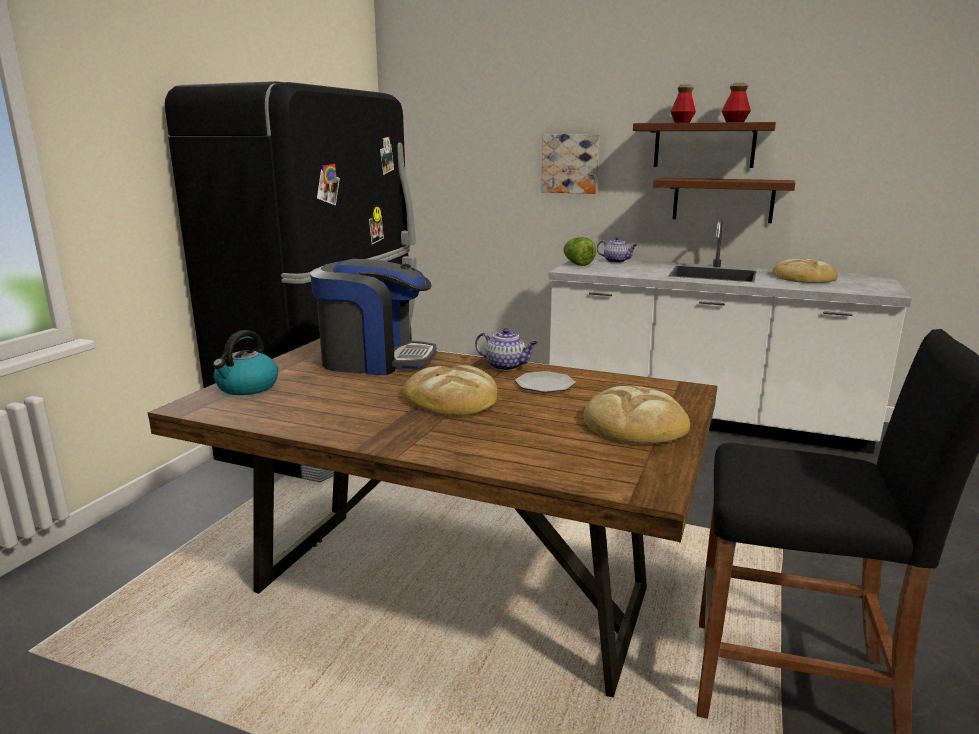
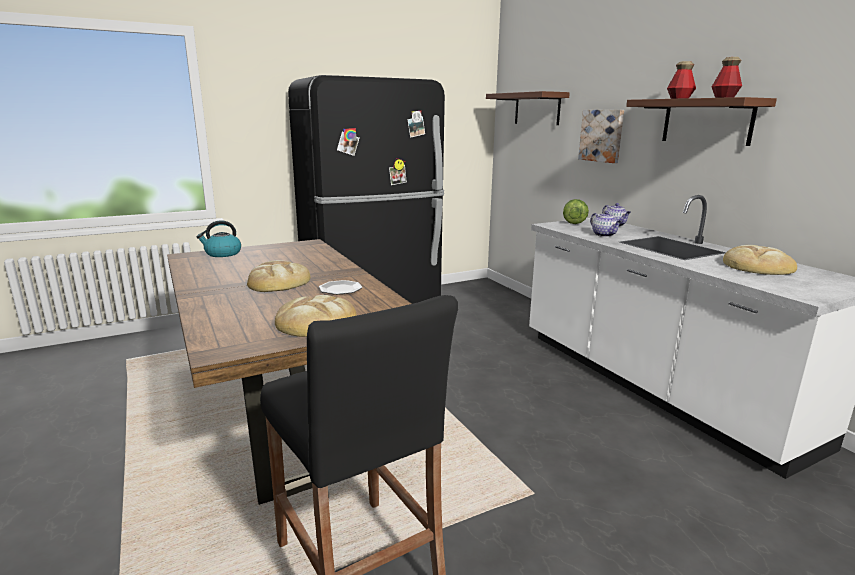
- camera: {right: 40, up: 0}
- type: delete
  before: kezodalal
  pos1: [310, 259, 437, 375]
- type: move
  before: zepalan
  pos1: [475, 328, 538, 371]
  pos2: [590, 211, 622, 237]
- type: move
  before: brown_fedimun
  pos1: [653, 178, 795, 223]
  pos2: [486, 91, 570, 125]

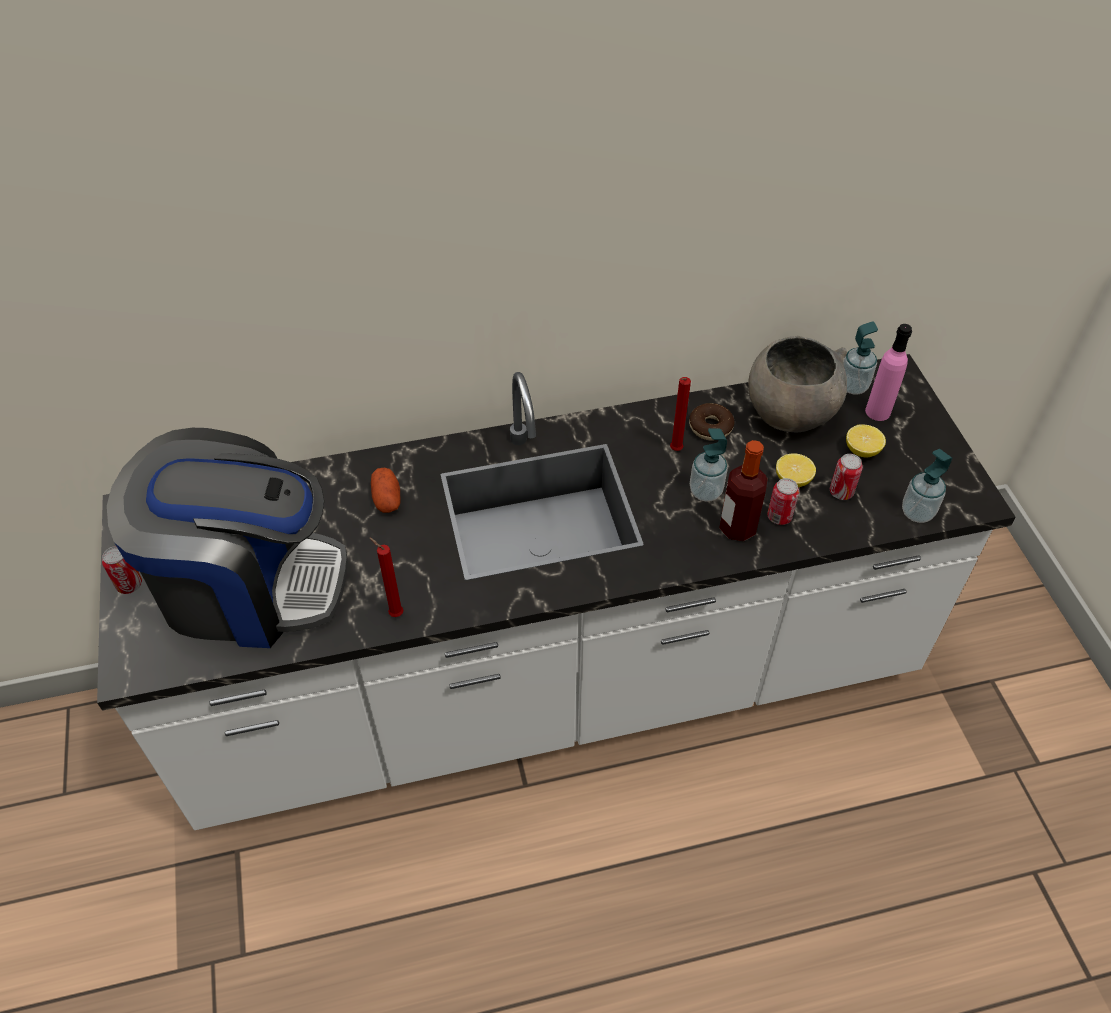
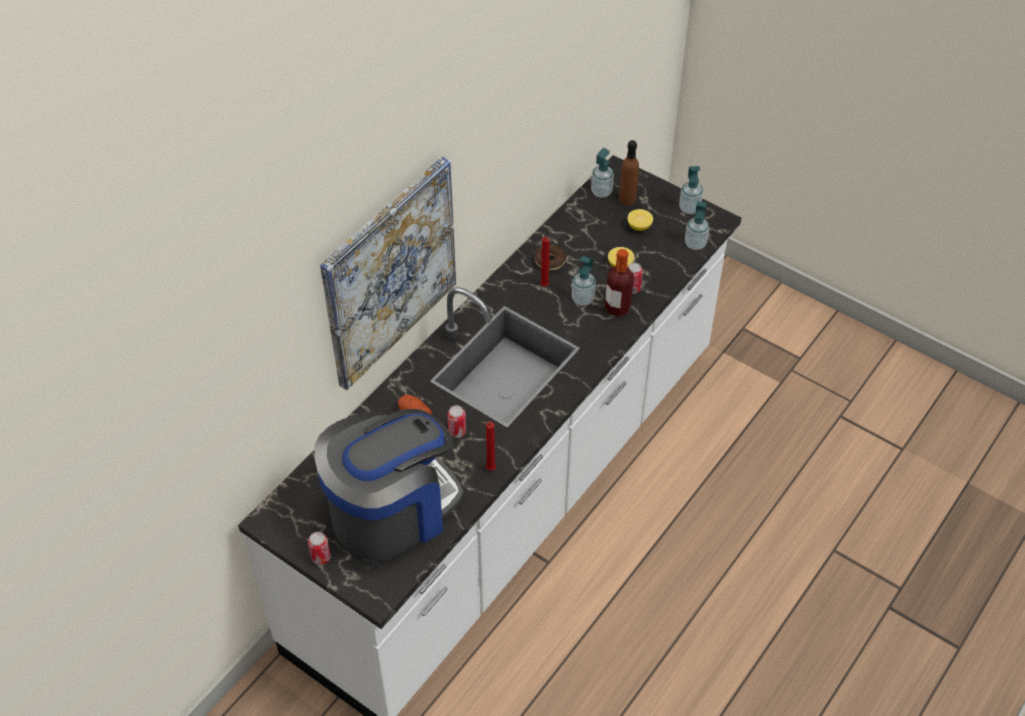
- camera: {right: -40, up: 0}
- type: delete
  before: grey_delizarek
  pos1: [748, 336, 847, 432]
- type: move
  before: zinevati
  pos1: [830, 454, 863, 500]
  pos2: [447, 405, 466, 438]
- type: recolor
  before: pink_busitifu
  after: brown_busitifu
  pos1: [865, 324, 912, 421]
  pos2: [619, 140, 639, 206]
- type: insert
  after: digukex
  pos2: [320, 157, 456, 390]
- type: insert
  after: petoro
  pos2: [679, 166, 703, 214]

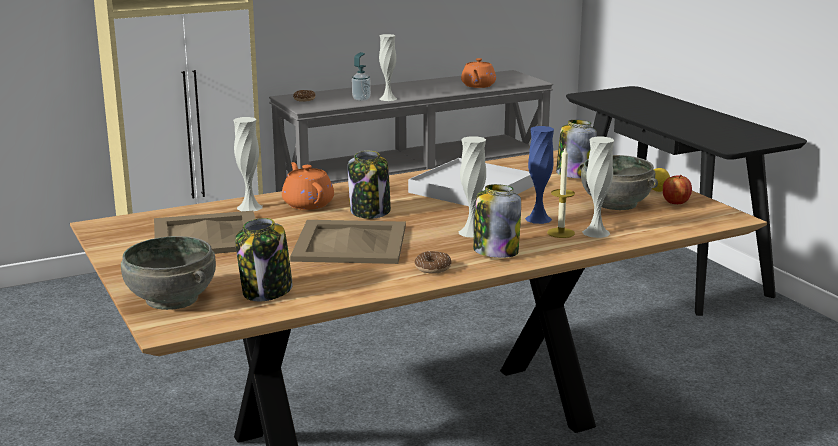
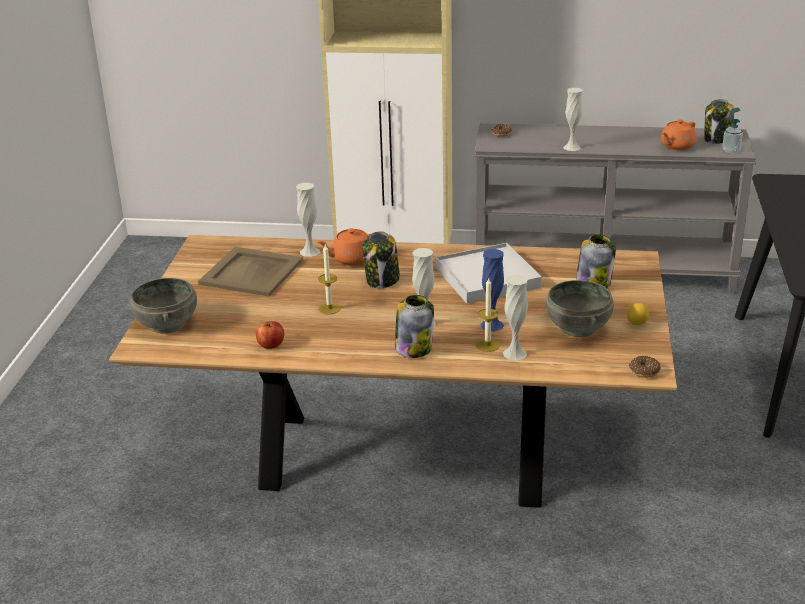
- camera: {right: 35, up: 10}
- type: move
  before: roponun
  pos1: [235, 218, 293, 301]
  pos2: [704, 99, 734, 144]
- type: rotate
  before: orange_zepalan
  pos1: [282, 162, 334, 210]
  pos2: [317, 228, 370, 266]
  turn: -120
- type: replace
  before: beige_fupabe
  after: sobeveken
  pos1: [290, 220, 406, 264]
  pos2: [318, 245, 341, 314]
- type: move
  before: petoro
  pos1: [352, 52, 371, 101]
  pos2: [723, 107, 743, 153]
- type: move
  before: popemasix
  pos1: [415, 251, 452, 274]
  pos2: [629, 356, 661, 378]
- type: move
  before: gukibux
  pos1: [663, 175, 692, 204]
  pos2: [256, 321, 284, 349]

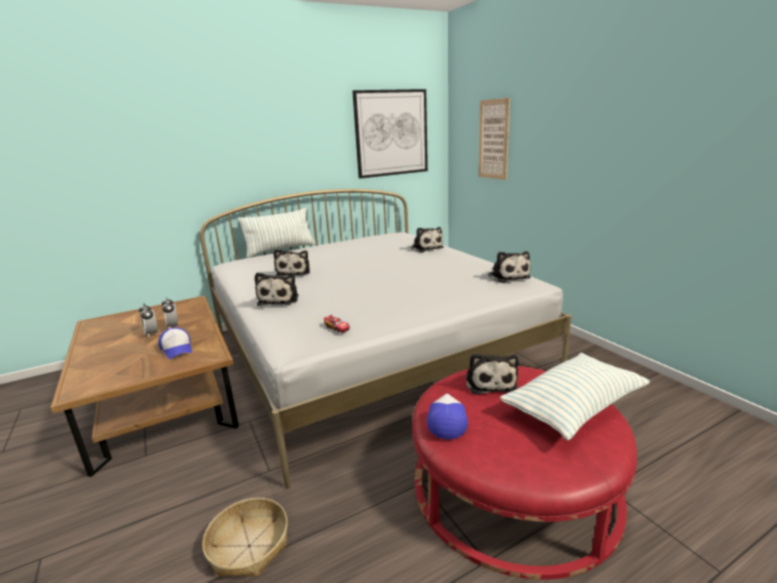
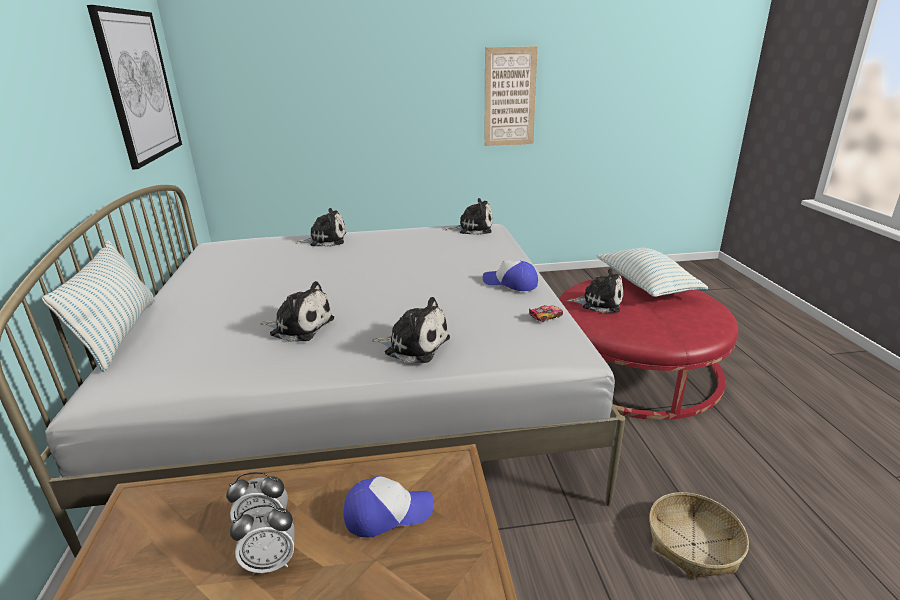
- camera: {right: -70, up: 5}
- type: move
  before: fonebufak
  pos1: [427, 394, 468, 439]
  pos2: [483, 260, 538, 291]
- type: move
  before: digukex
  pos1: [479, 97, 510, 180]
  pos2: [484, 46, 538, 146]

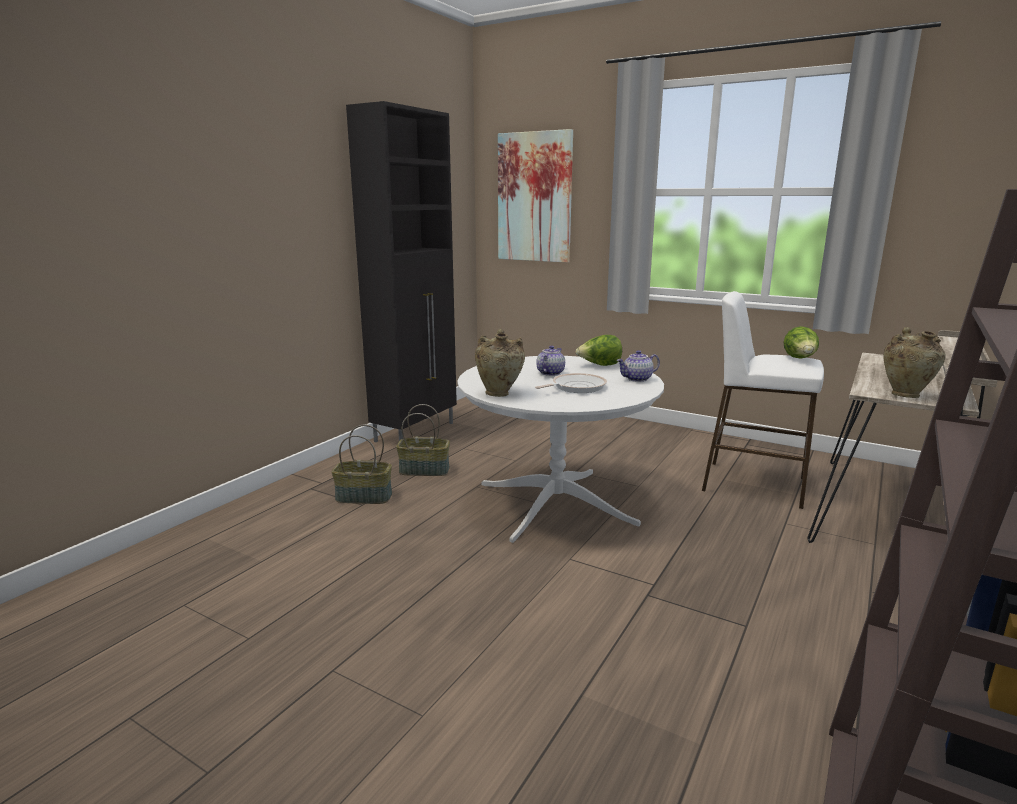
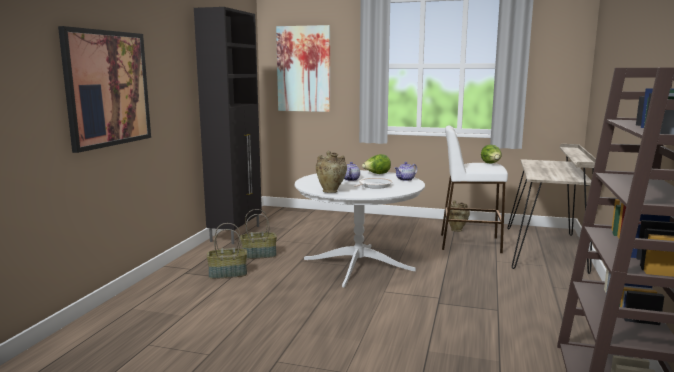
- camera: {right: -15, up: -5}
- type: move
  before: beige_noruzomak
  pos1: [883, 327, 946, 398]
  pos2: [447, 200, 470, 232]
- type: insert
  after: digukex
  pos2: [58, 26, 151, 153]

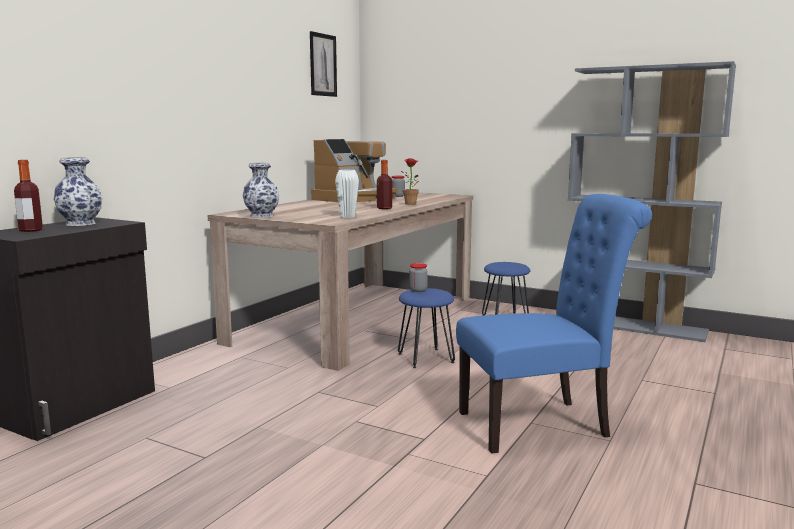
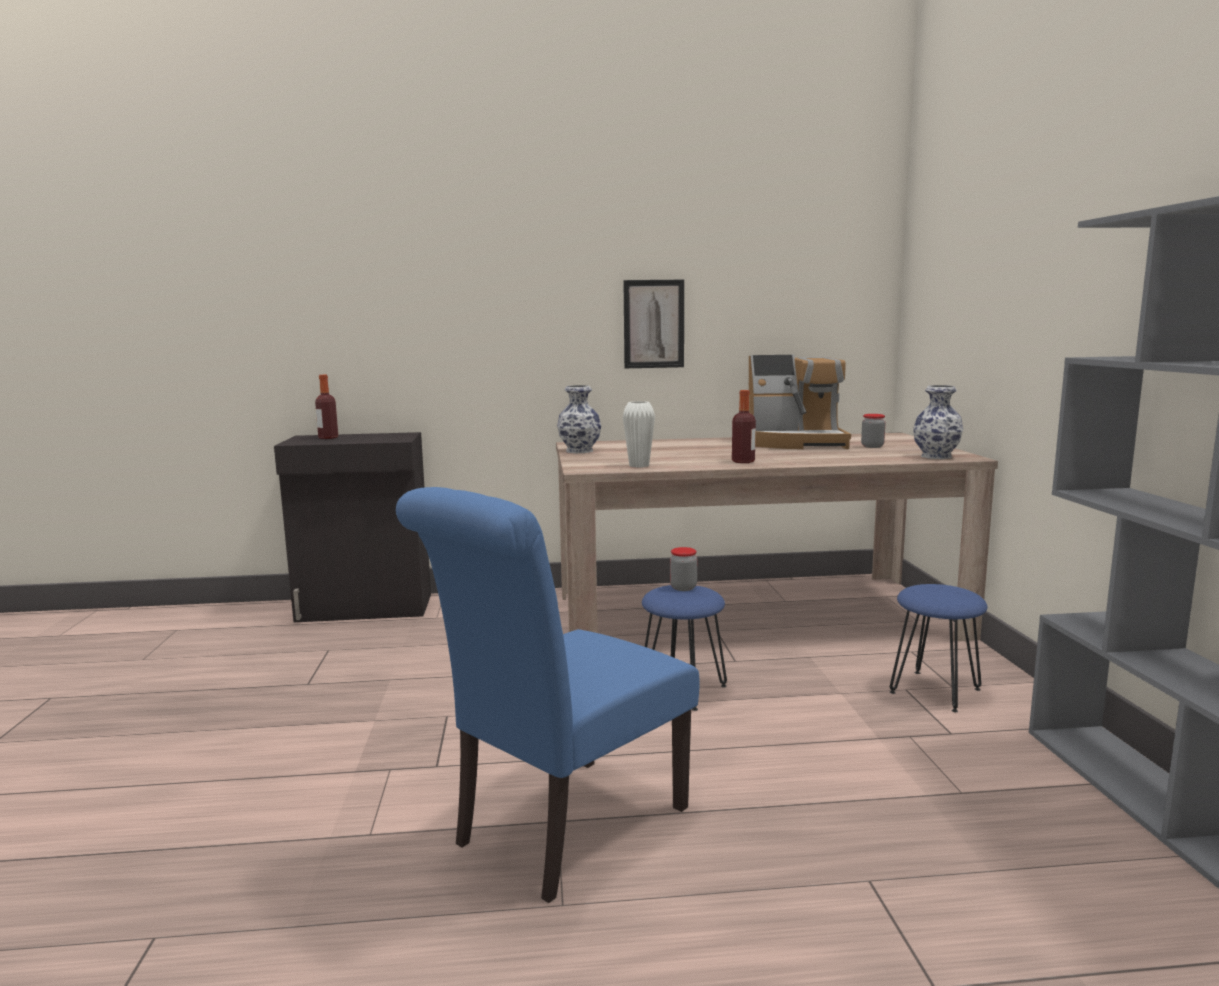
- camera: {right: 55, up: 0}
- type: move
  before: noruzomak
  pos1: [54, 157, 103, 226]
  pos2: [913, 385, 963, 459]
- type: move
  before: digukex
  pos1: [310, 31, 337, 97]
  pos2: [623, 280, 684, 368]
- type: delete
  before: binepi
  pos1: [401, 158, 419, 205]
- type: rotate
  before: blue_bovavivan
  pos1: [456, 194, 652, 454]
  pos2: [396, 487, 700, 903]
  turn: 90

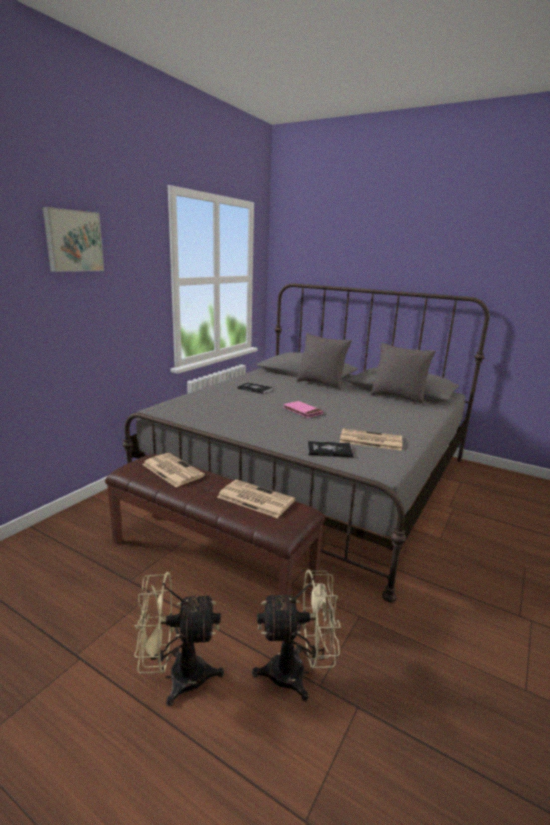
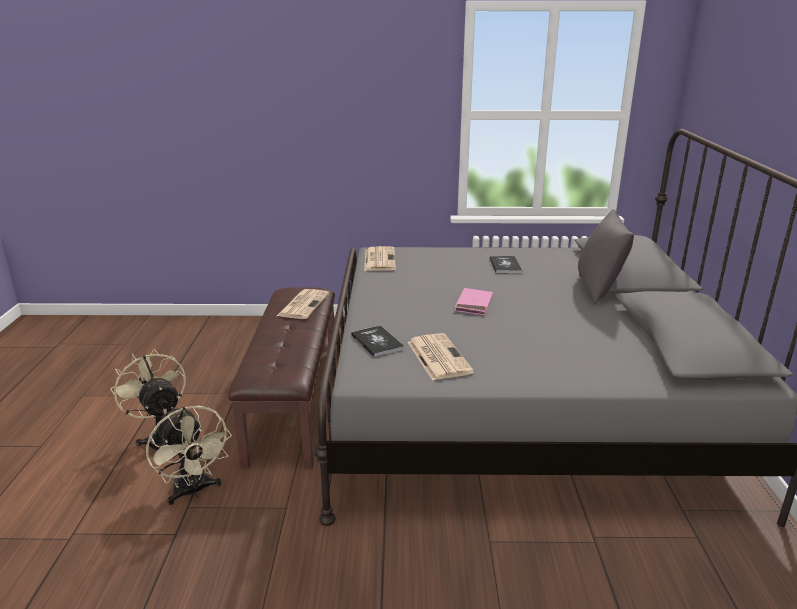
- camera: {right: 60, up: 5}
- type: delete
  before: digukex
  pos1: [43, 207, 104, 272]
- type: move
  before: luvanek
  pos1: [217, 480, 295, 518]
  pos2: [364, 246, 396, 271]
- type: delete
  before: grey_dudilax
  pos1: [370, 342, 436, 405]

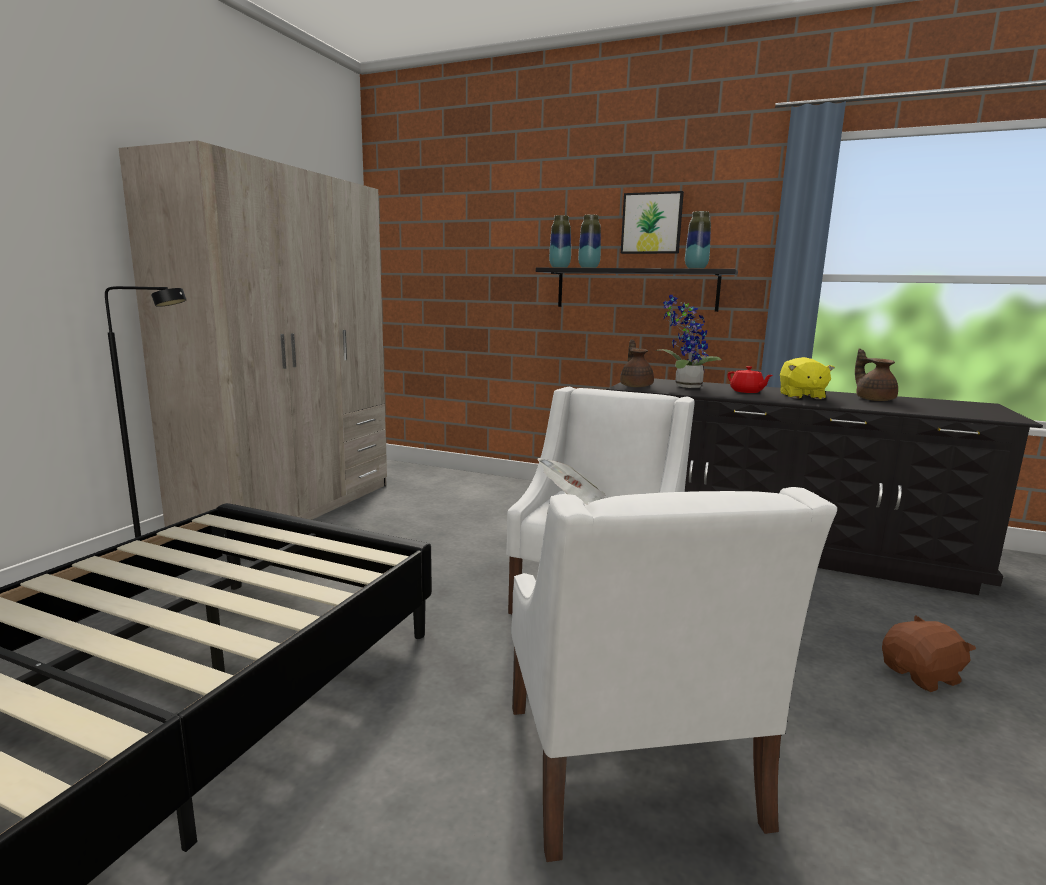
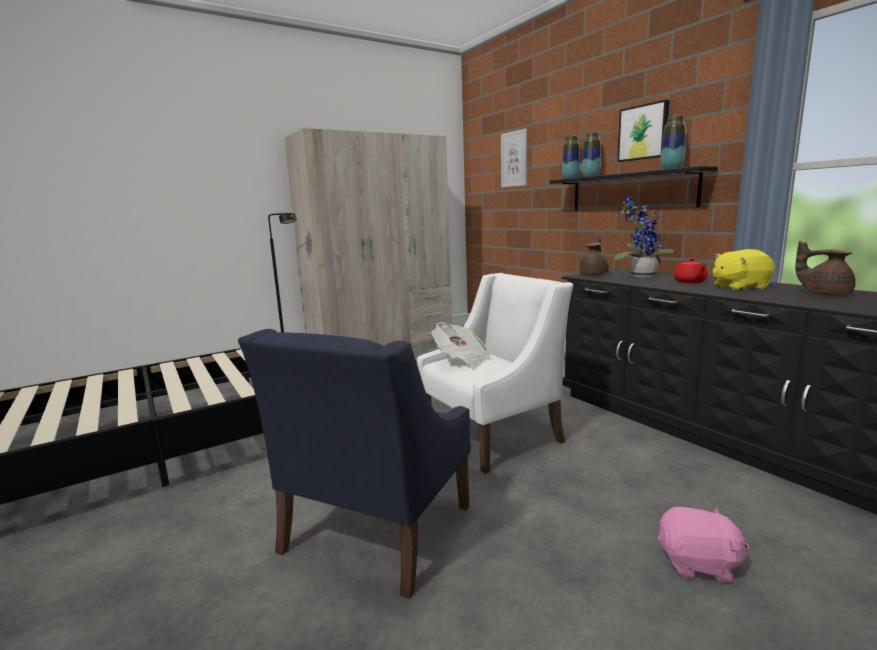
- camera: {right: 35, up: 0}
- type: recolor
  before: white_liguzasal
  after: blue_liguzasal
  pos1: [511, 487, 837, 862]
  pos2: [238, 329, 471, 599]
- type: rotate
  before: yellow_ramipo
  pos1: [780, 357, 835, 399]
  pos2: [713, 249, 775, 291]
  turn: 45
- type: rotate
  before: brown_zepalan
  pos1: [855, 348, 898, 401]
  pos2: [795, 241, 856, 295]
  turn: -75
- type: recolor
  before: brown_ramipo
  after: pink_ramipo
  pos1: [882, 615, 976, 692]
  pos2: [658, 507, 750, 583]
- type: insert
  after: digukex
  pos2: [501, 129, 527, 187]

